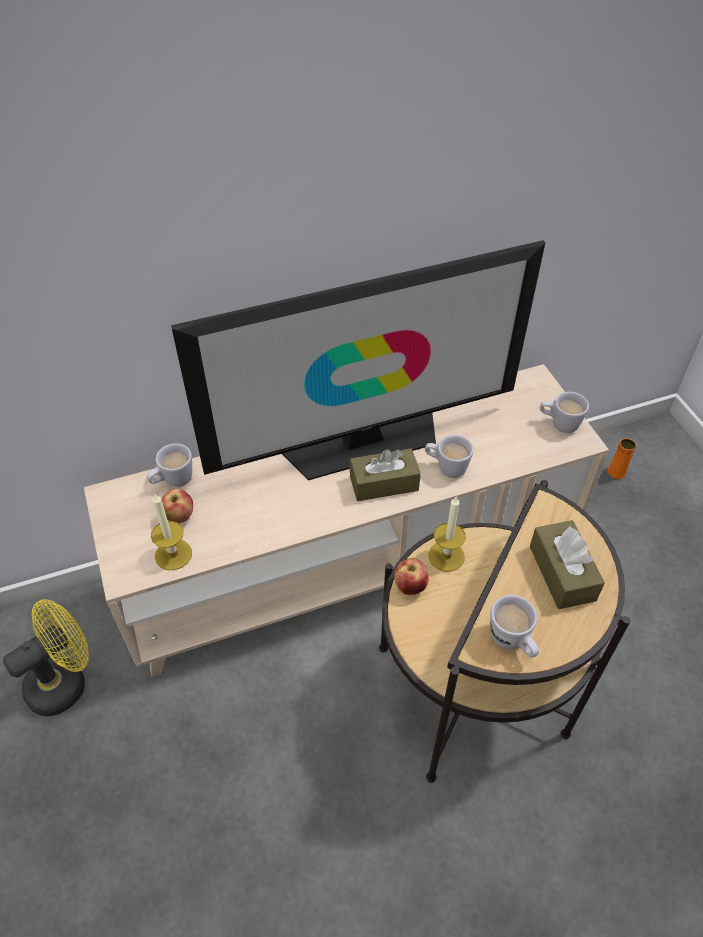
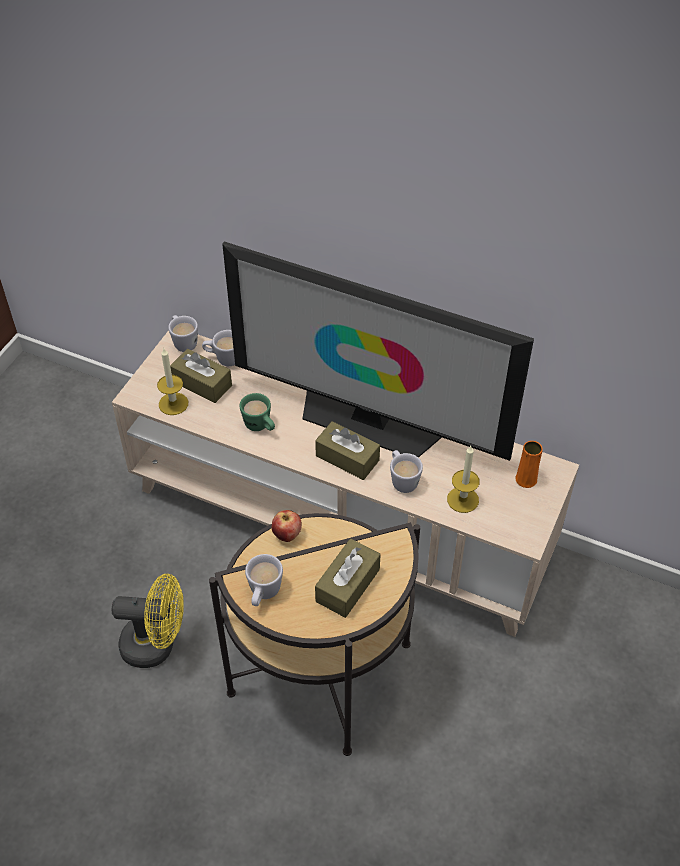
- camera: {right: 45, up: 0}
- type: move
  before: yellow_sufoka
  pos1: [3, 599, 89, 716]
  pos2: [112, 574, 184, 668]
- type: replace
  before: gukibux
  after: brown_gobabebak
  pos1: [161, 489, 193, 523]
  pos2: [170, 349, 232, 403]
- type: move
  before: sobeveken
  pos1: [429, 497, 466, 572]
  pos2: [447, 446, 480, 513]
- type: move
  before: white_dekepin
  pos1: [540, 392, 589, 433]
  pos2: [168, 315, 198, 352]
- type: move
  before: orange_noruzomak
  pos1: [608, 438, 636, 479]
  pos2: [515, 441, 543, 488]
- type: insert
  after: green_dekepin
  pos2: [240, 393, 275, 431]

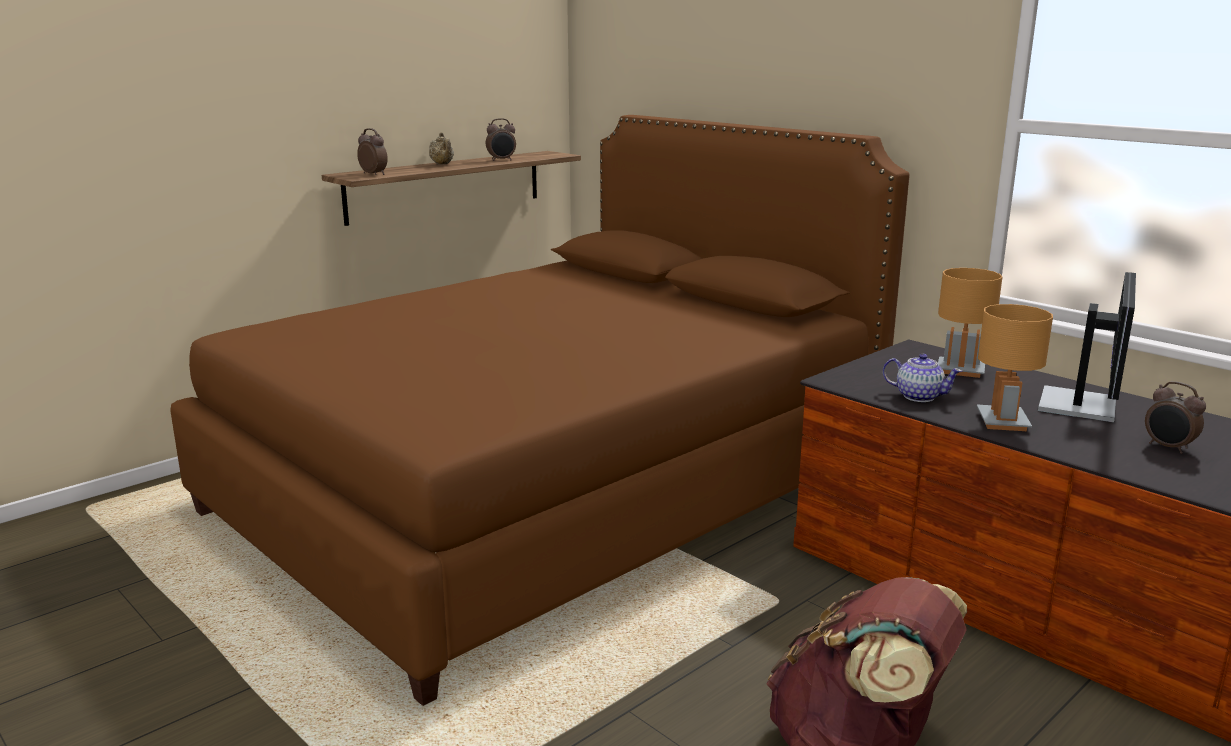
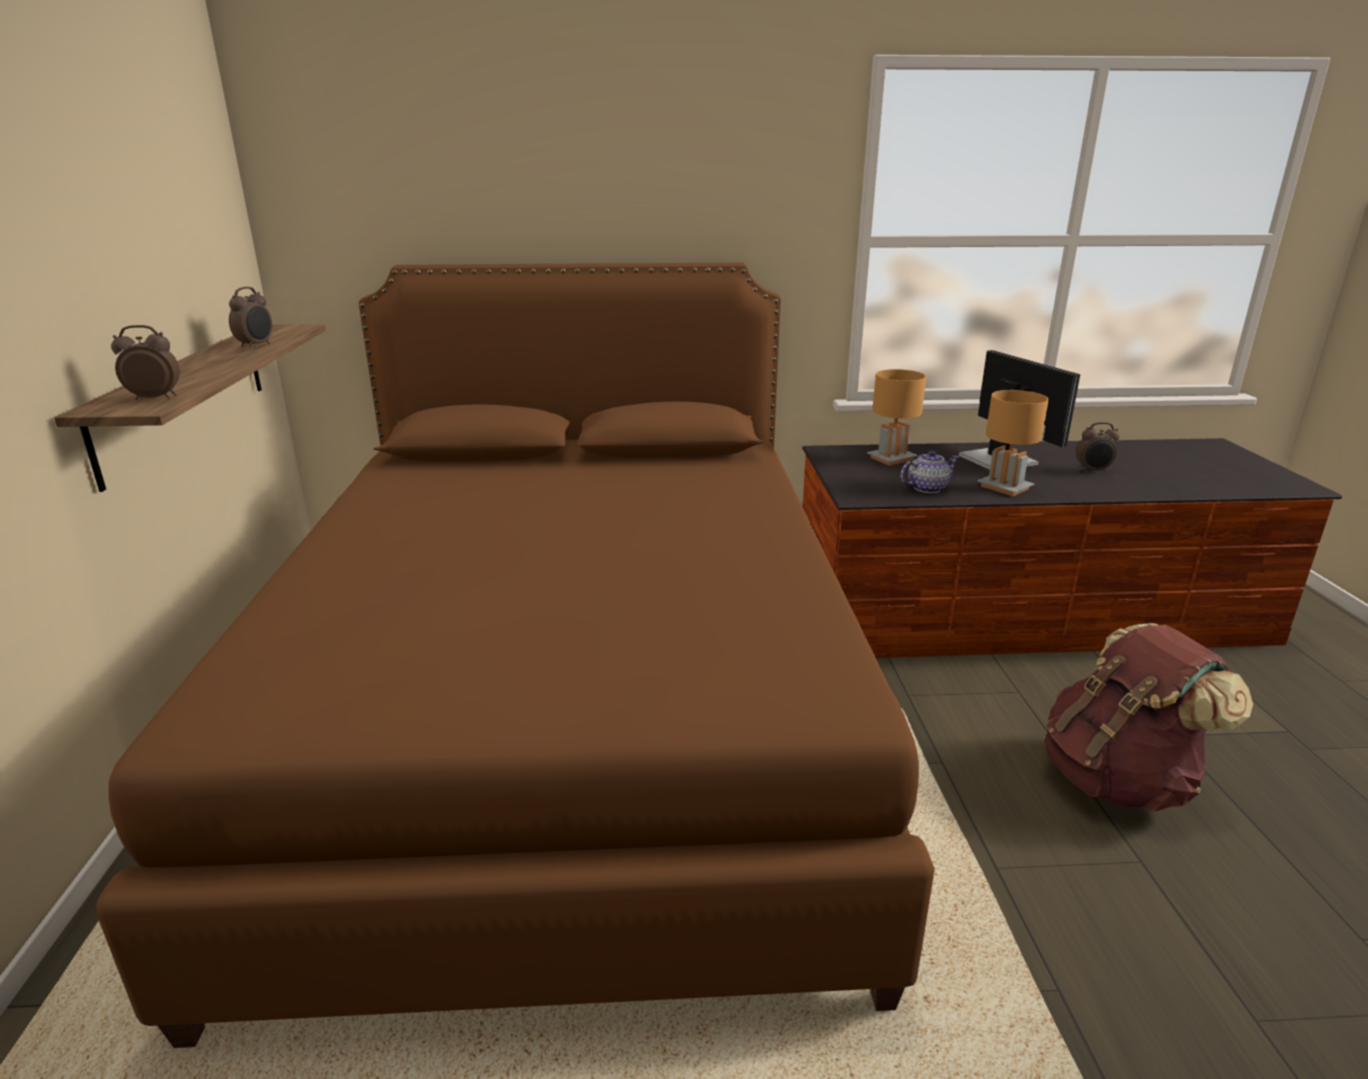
- camera: {right: -50, up: 5}
- type: delete
  before: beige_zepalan
  pos1: [429, 132, 454, 164]

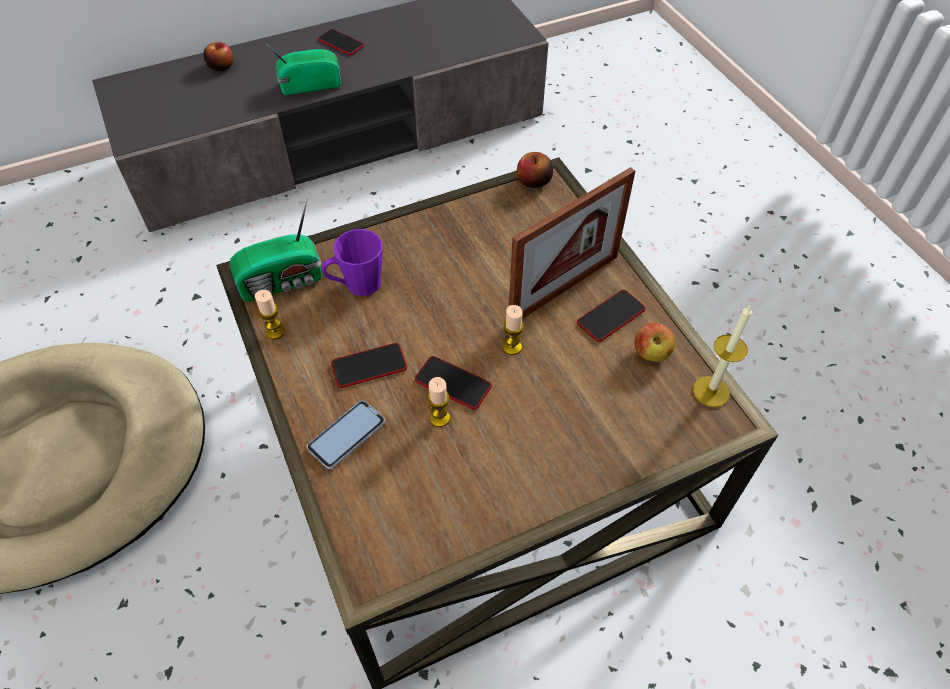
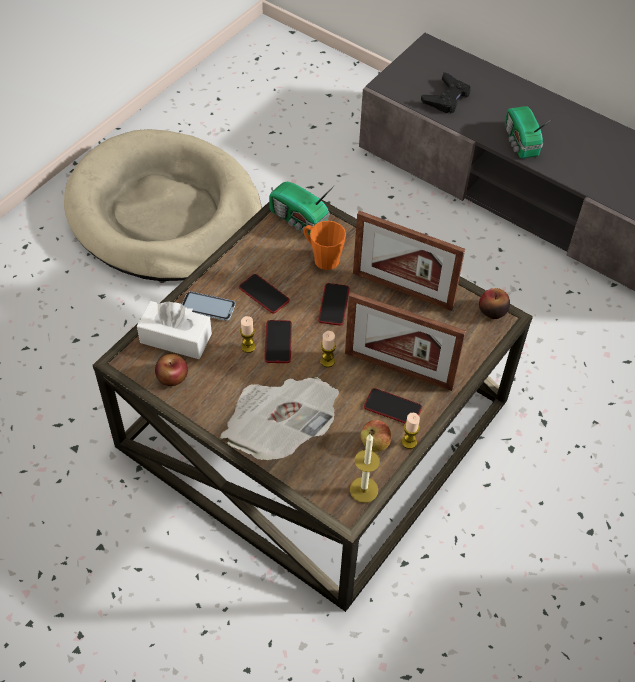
- camera: {right: 60, up: 0}
- type: move
  before: gukibux
  pos1: [203, 42, 234, 71]
  pos2: [155, 354, 188, 386]
- type: move
  before: sobeveken
  pos1: [255, 290, 285, 339]
  pos2: [402, 413, 420, 449]
- type: rotate
  before: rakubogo
  pos1: [265, 43, 341, 95]
  pos2: [505, 106, 551, 159]
  turn: -150
- type: move
  before: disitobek
  pos1: [318, 29, 364, 55]
  pos2: [318, 283, 350, 326]
- type: recolor
  before: purple_dekepin
  after: orange_dekepin
  pos1: [322, 229, 382, 296]
  pos2: [303, 221, 346, 270]
- type: insert
  after: white_gobabebak
  pos2: [137, 301, 212, 359]
- type: insert
  after: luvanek
  pos2: [220, 377, 339, 460]
- type: insert
  after: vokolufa
  pos2: [353, 211, 465, 311]
- type: insert
  after: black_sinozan
  pos2: [421, 72, 471, 114]

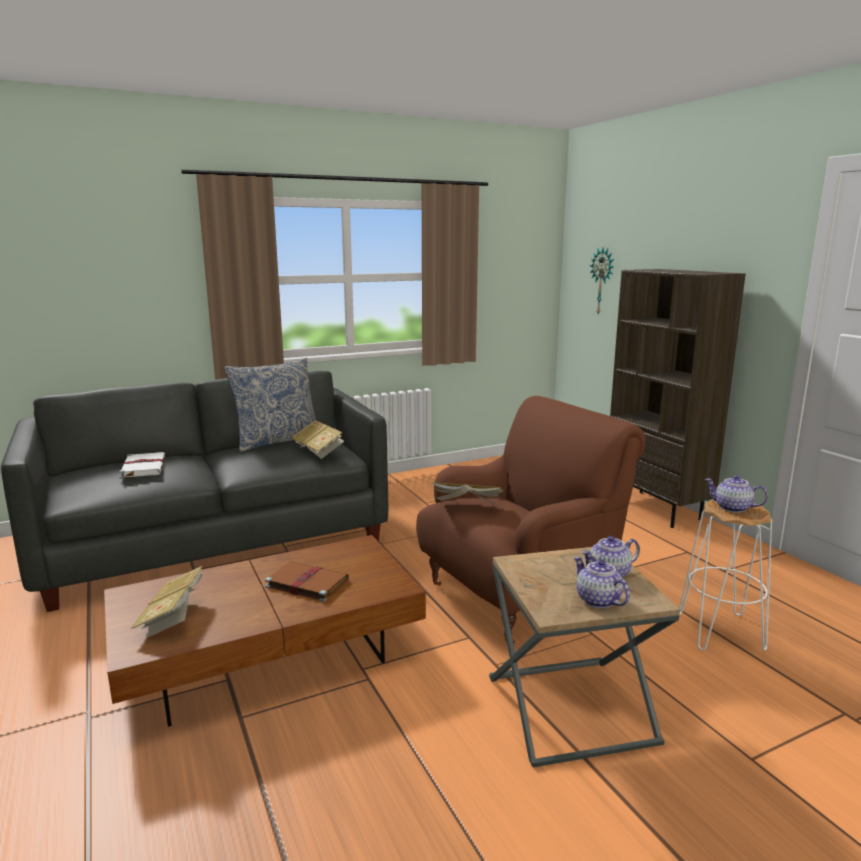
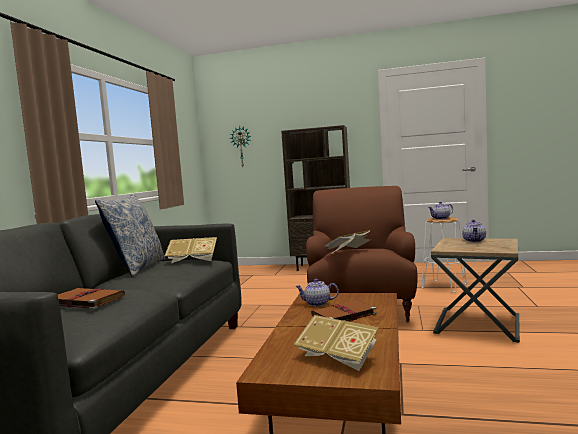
- camera: {right: -50, up: -10}
- type: recolor
  before: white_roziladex
  after: brown_roziladex
  pos1: [119, 452, 166, 479]
  pos2: [58, 288, 125, 309]
- type: move
  before: zepalan
  pos1: [574, 556, 630, 608]
  pos2: [295, 279, 339, 307]

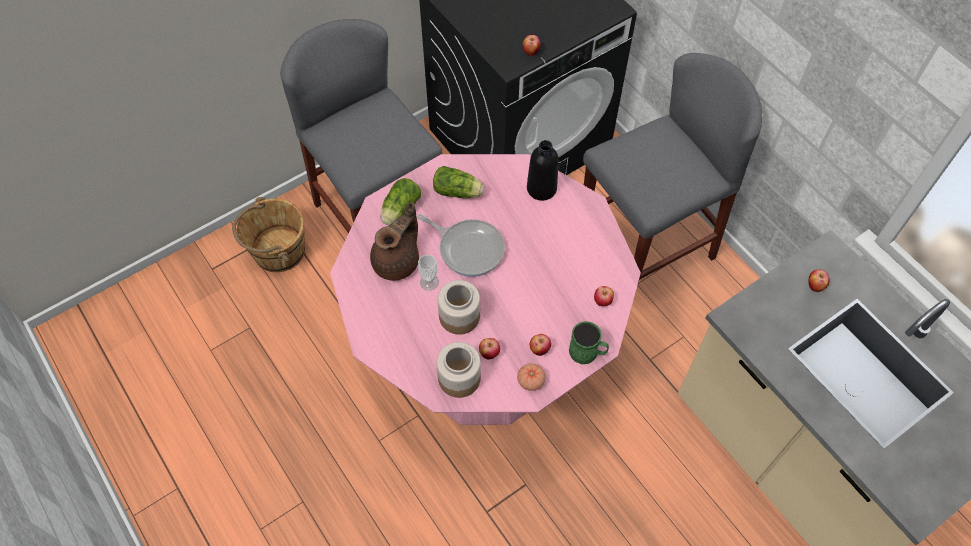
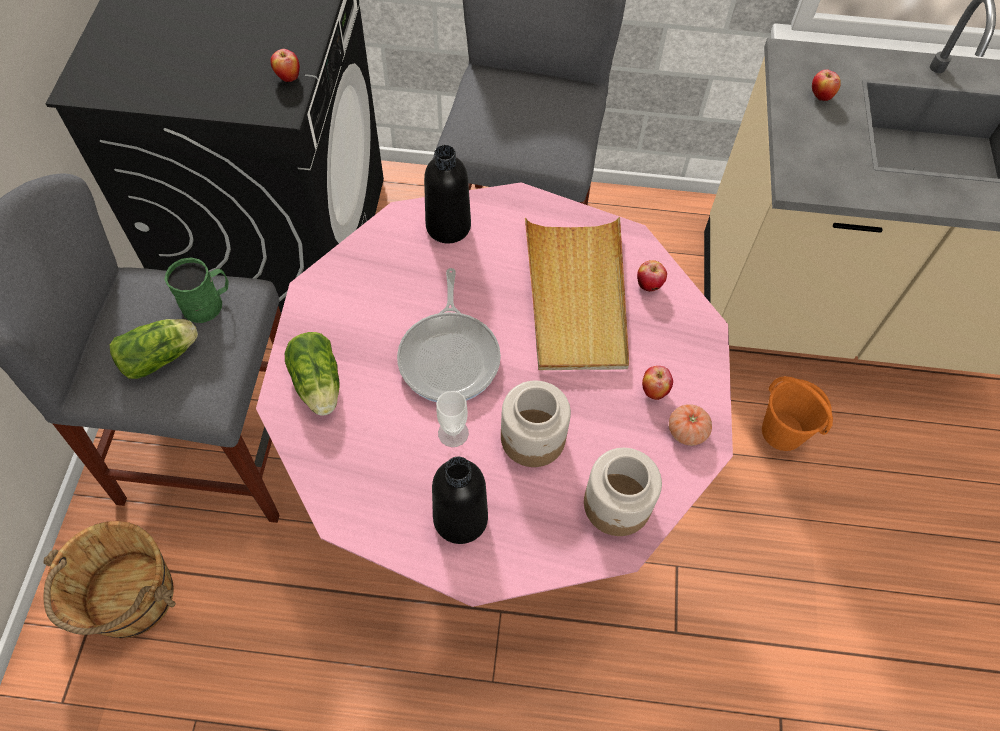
- camera: {right: -50, up: 0}
- type: delete
  before: brown_zepalan
  pos1: [370, 201, 419, 281]
- type: rotate
  before: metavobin
  pos1: [417, 214, 505, 277]
  pos2: [397, 268, 501, 402]
  turn: 105
- type: move
  before: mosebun
  pos1: [433, 166, 484, 198]
  pos2: [110, 319, 198, 379]
- type: delete
  before: gukibux
  pos1: [479, 338, 500, 360]
- type: move
  before: green_dekepin
  pos1: [569, 321, 609, 364]
  pos2: [164, 257, 228, 323]
- type: insert
  after: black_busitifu
  pos2: [432, 457, 488, 544]
- type: insert
  after: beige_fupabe
  pos2: [525, 217, 629, 370]
- type: insert
  after: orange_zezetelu
  pos2: [762, 376, 833, 451]

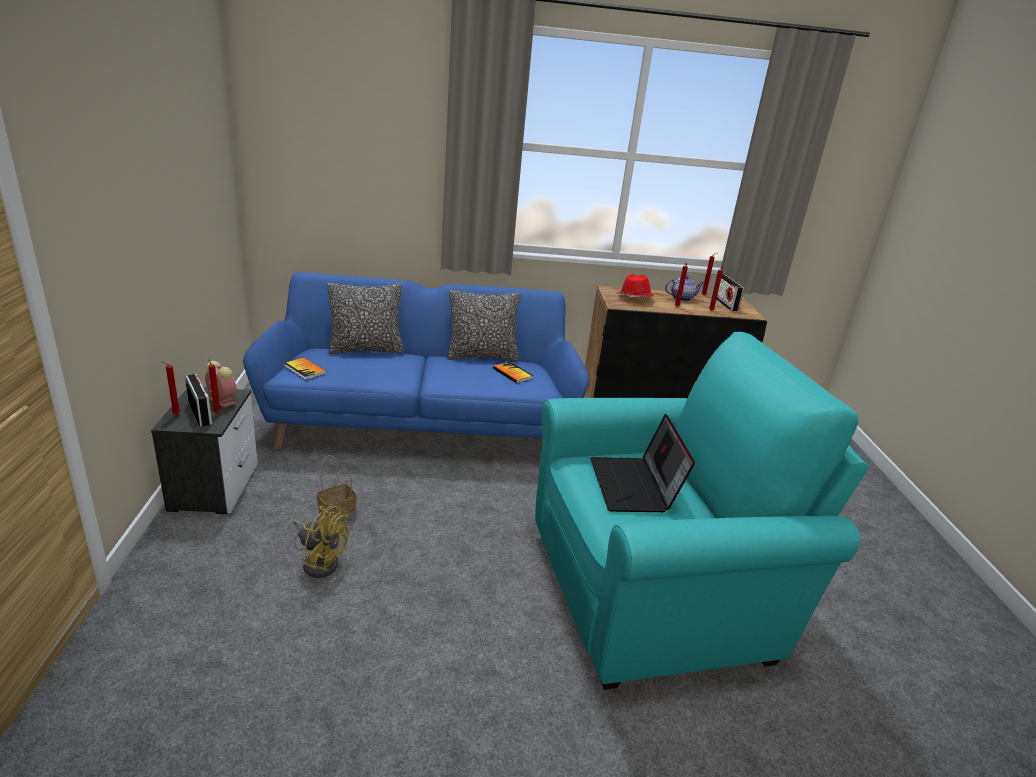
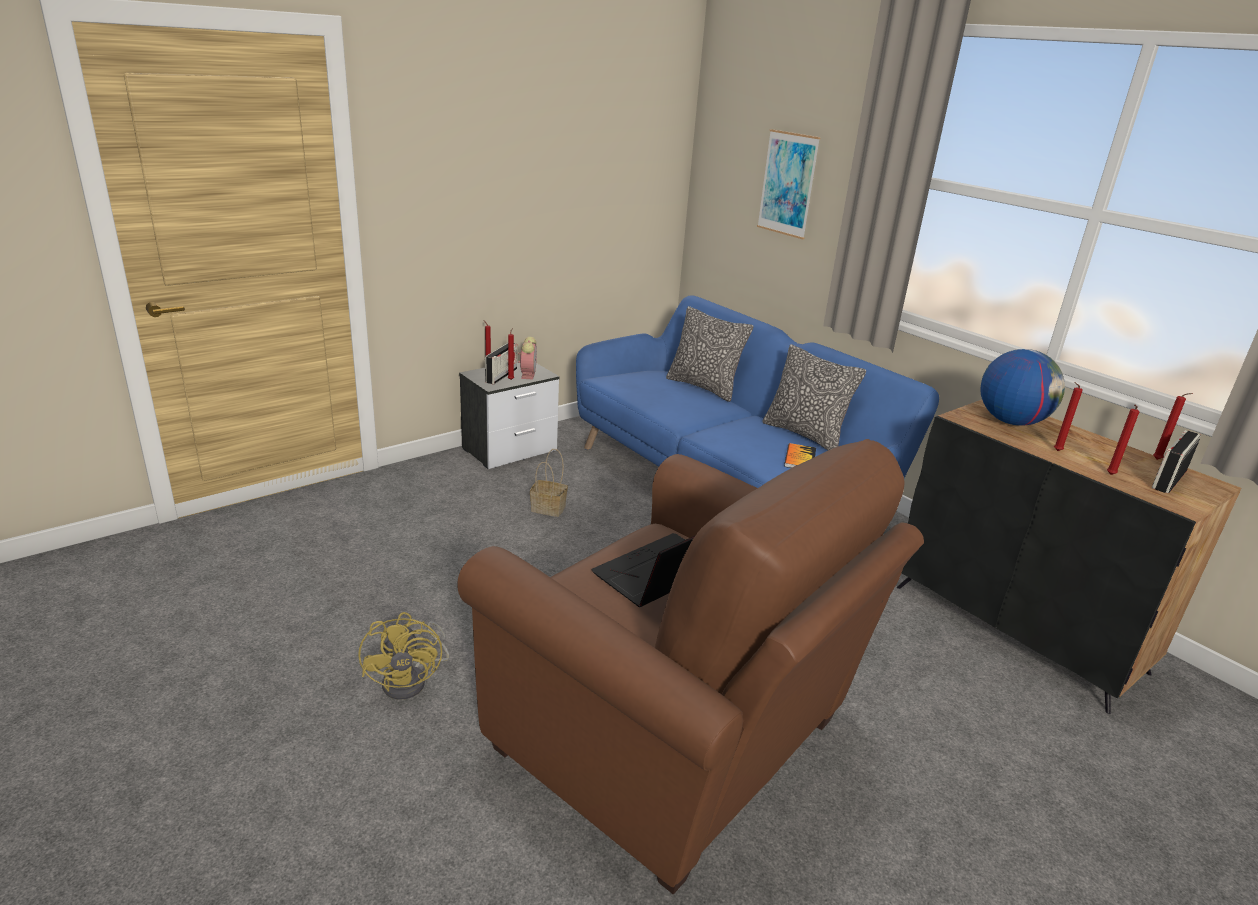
- camera: {right: 55, up: 0}
- type: delete
  before: roziladex
  pos1: [284, 357, 326, 380]
- type: move
  before: yellow_sufoka
  pos1: [293, 506, 349, 578]
  pos2: [358, 612, 449, 700]
- type: recolor
  before: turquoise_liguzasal
  after: brown_liguzasal
  pos1: [535, 332, 868, 690]
  pos2: [457, 439, 924, 894]
- type: replace
  before: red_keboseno
  after: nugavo
  pos1: [617, 274, 654, 297]
  pos2: [980, 349, 1065, 426]
- type: delete
  before: zepalan
  pos1: [665, 275, 704, 301]
- type: insert
  after: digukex
  pos2: [757, 129, 821, 239]

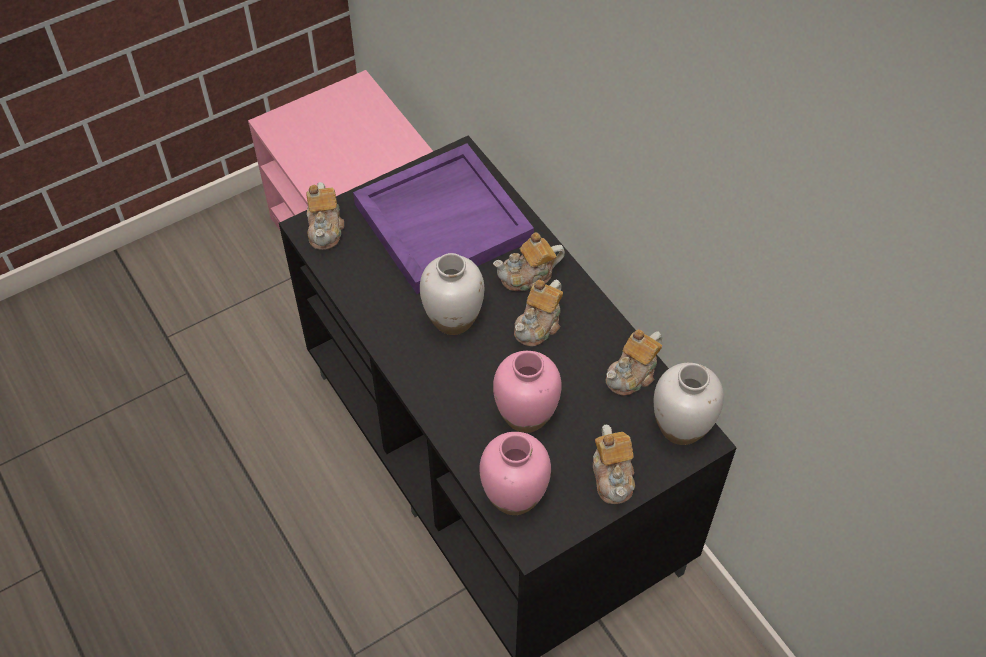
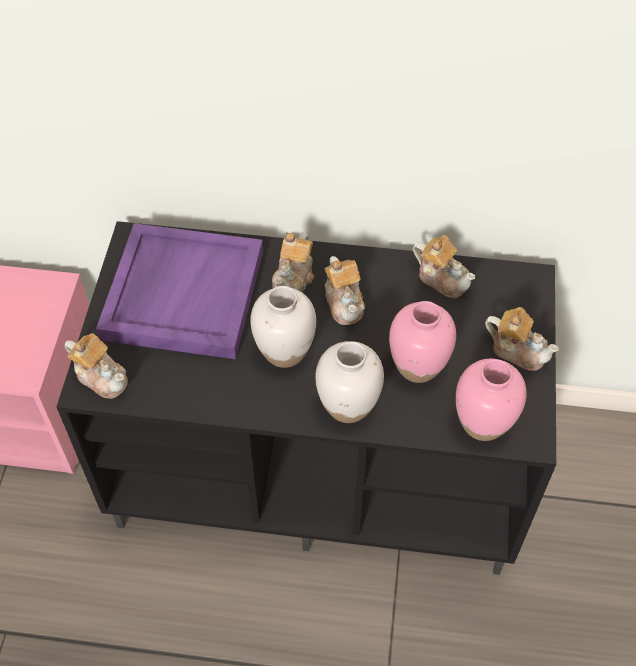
- camera: {right: -50, up: 0}
- type: rotate
  before: zepalan
  pos1: [605, 329, 662, 396]
  pos2: [413, 235, 475, 298]
  turn: -45
- type: move
  before: white_noruzomak
  pos1: [654, 363, 724, 445]
  pos2: [315, 341, 384, 423]

